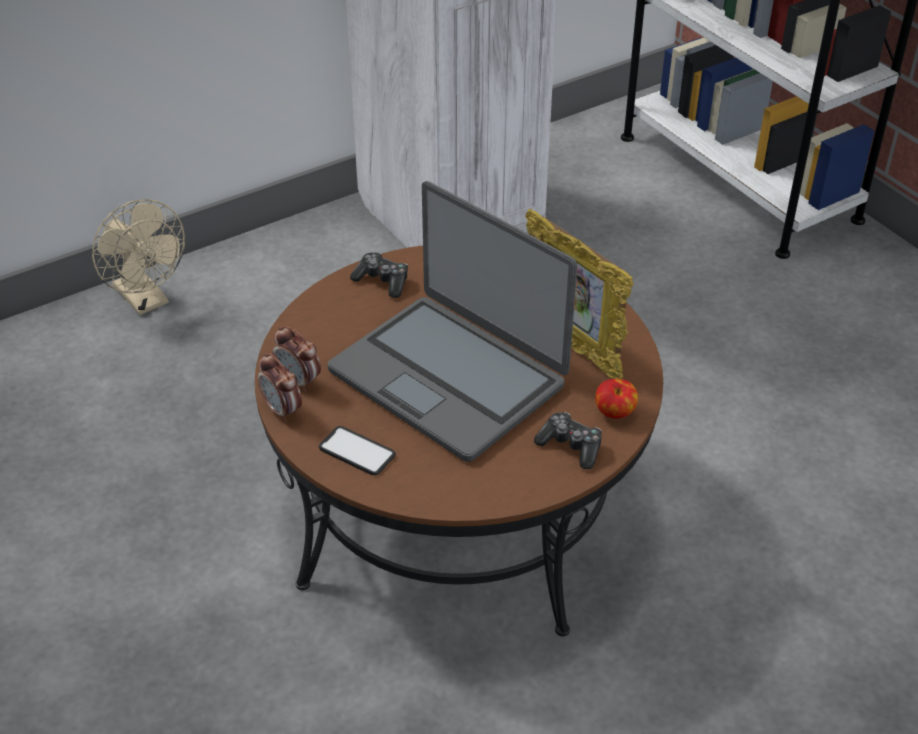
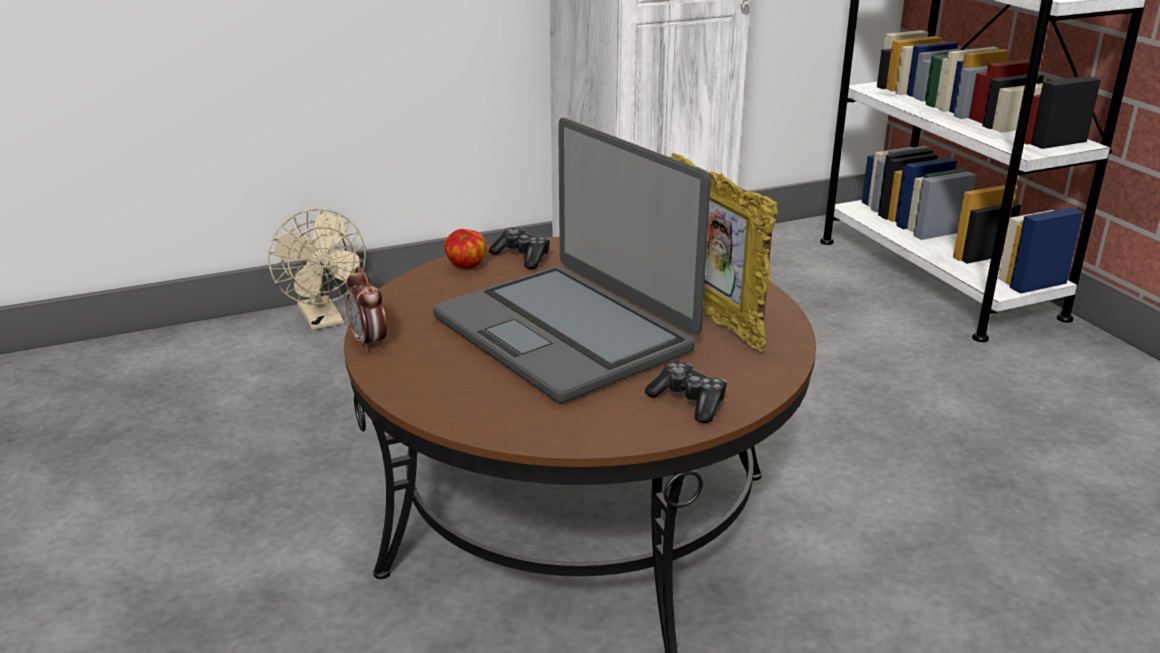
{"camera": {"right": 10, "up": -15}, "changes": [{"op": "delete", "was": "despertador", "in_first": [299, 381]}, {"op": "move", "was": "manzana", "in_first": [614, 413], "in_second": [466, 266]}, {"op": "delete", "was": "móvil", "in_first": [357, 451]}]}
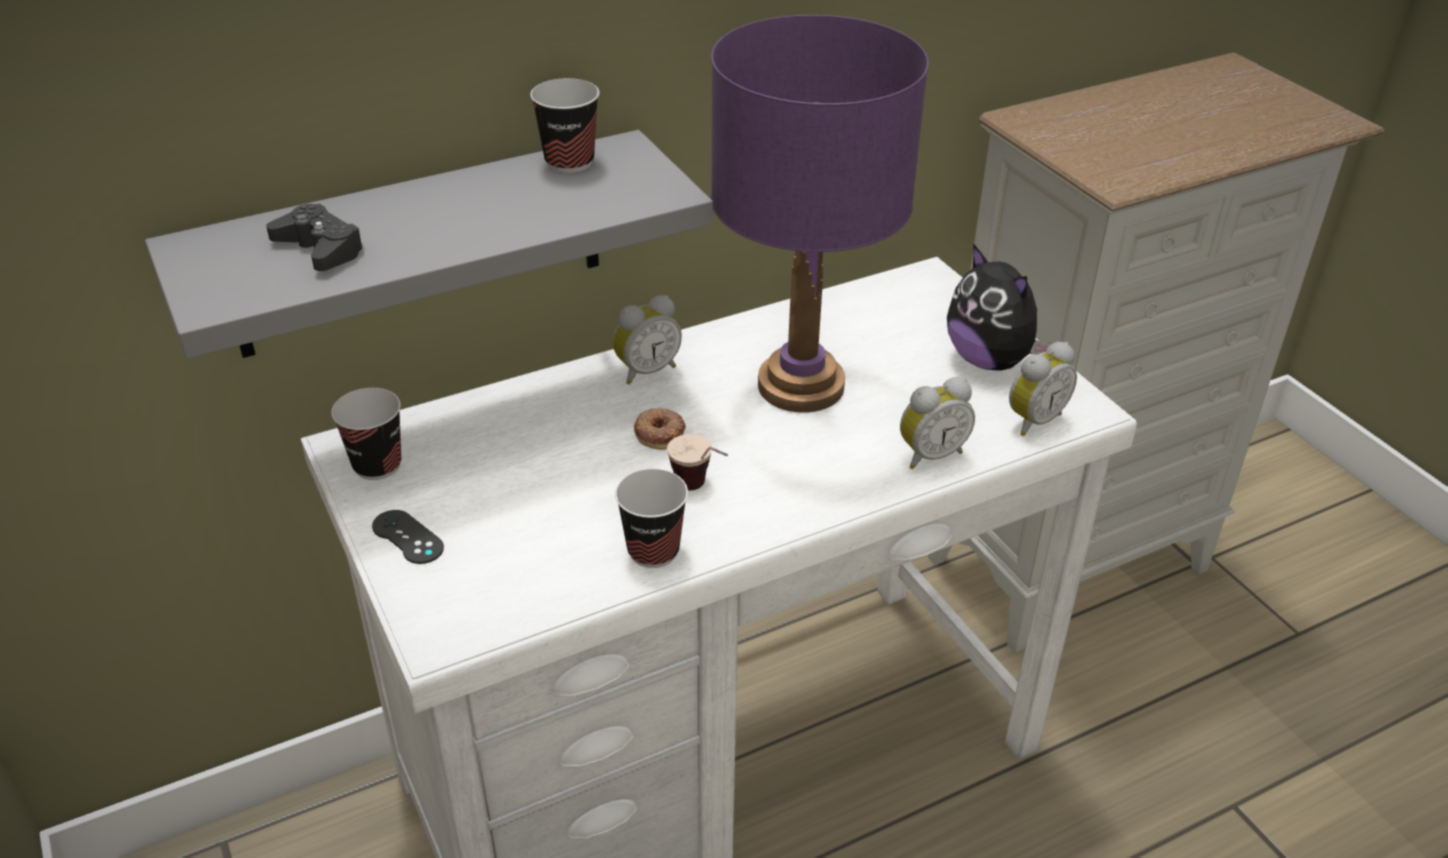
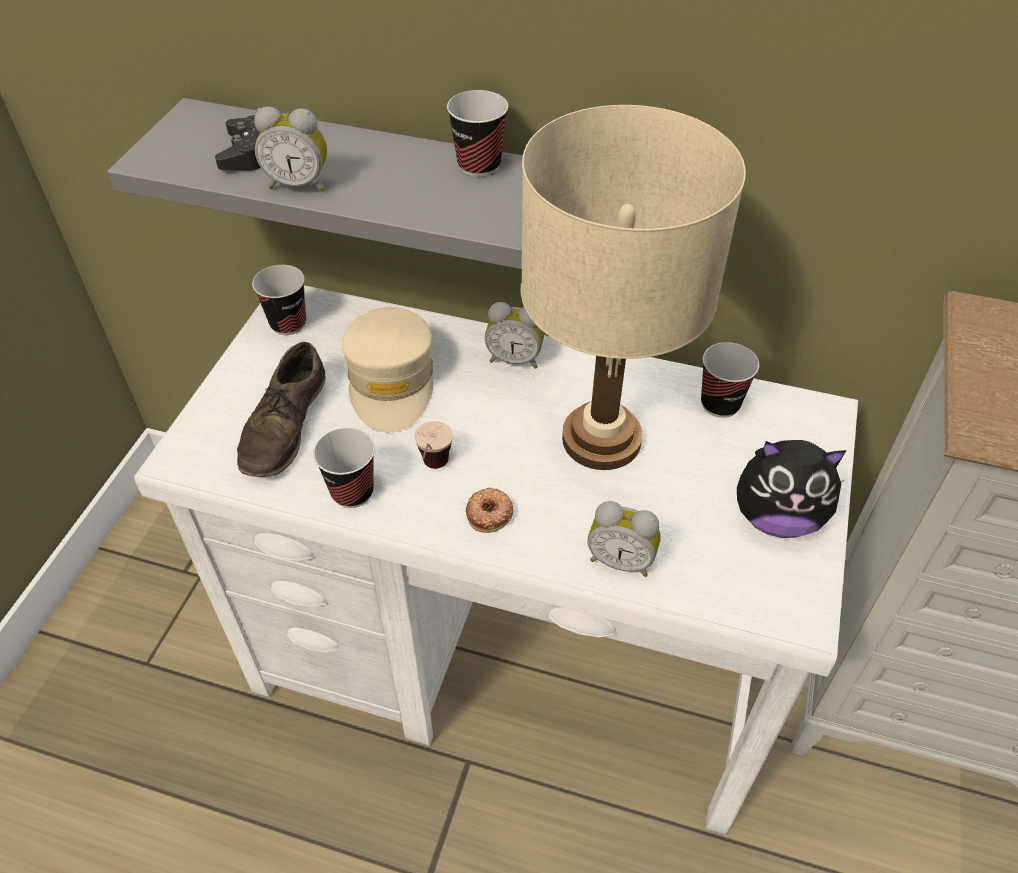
{"camera": {"right": 45, "up": 10}, "changes": [{"op": "recolor", "was": "lámpara de mesa (morado)", "now": "lámpara de mesa (beis)", "in_first": [800, 386], "in_second": [600, 439]}, {"op": "rotate", "was": "peluche", "in_first": [990, 360], "in_second": [776, 517], "clockwise": -90}, {"op": "move", "was": "despertador", "in_first": [1032, 420], "in_second": [299, 184]}, {"op": "move", "was": "rosquilla", "in_first": [660, 433], "in_second": [490, 513]}, {"op": "delete", "was": "mando de consola (negro)", "in_first": [407, 537]}, {"op": "insert", "now": "gorra (beis)", "in_second": [391, 382]}, {"op": "insert", "now": "zapato (marrón)", "in_second": [285, 425]}, {"op": "insert", "now": "taza", "in_second": [720, 404]}]}
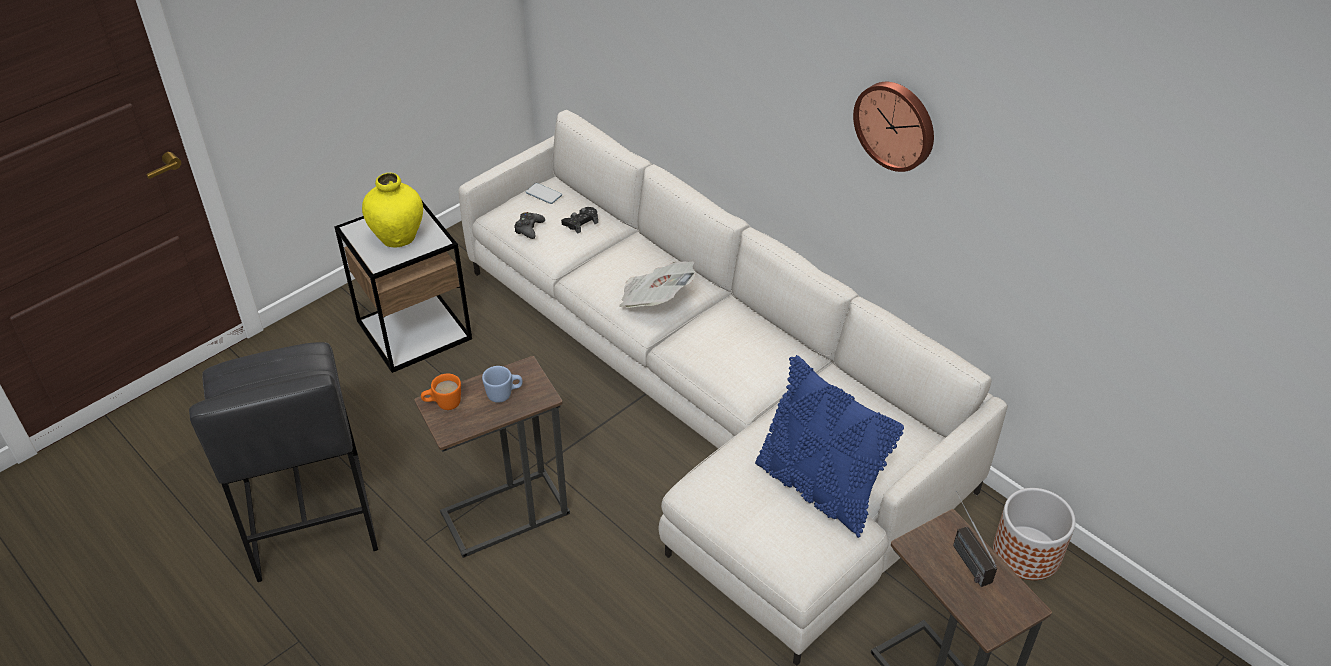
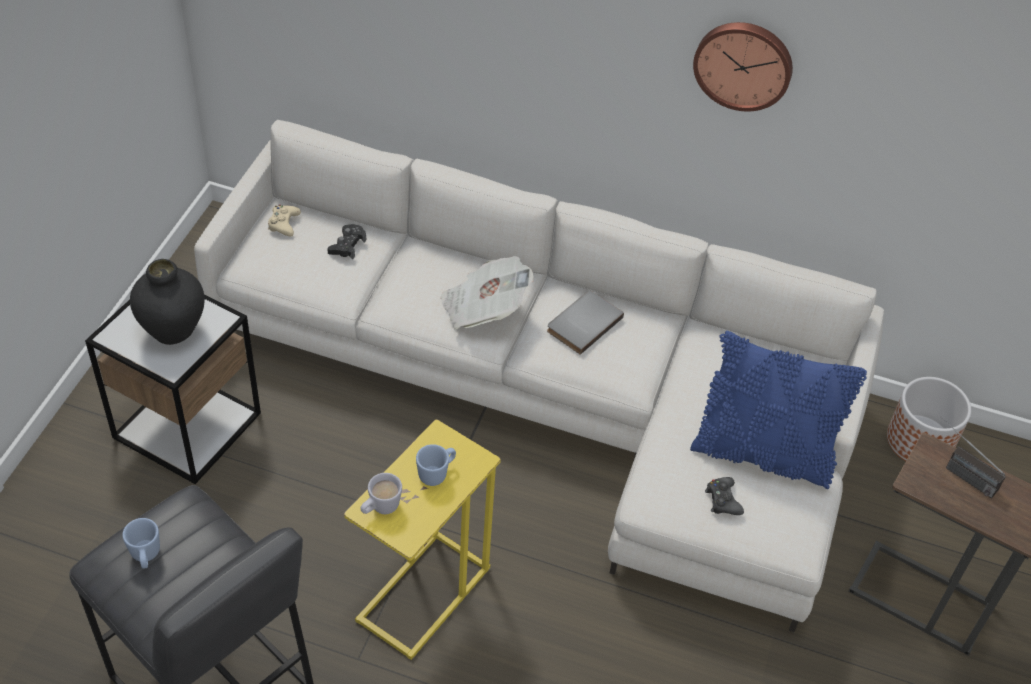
{"camera": {"right": -30, "up": 5}, "changes": [{"op": "recolor", "was": "florero (amarillo)", "now": "florero (negro)", "in_first": [398, 238], "in_second": [174, 331]}, {"op": "replace", "was": "móvil", "now": "mando de consola (beis)", "in_first": [543, 194], "in_second": [284, 224]}, {"op": "move", "was": "mando de consola (negro)", "in_first": [529, 228], "in_second": [722, 500]}, {"op": "recolor", "was": "mesa auxiliar (marrón)", "now": "mesa auxiliar (amarillo)", "in_first": [505, 512], "in_second": [423, 593]}, {"op": "recolor", "was": "taza grande (naranja)", "now": "taza grande (blanco)", "in_first": [443, 404], "in_second": [380, 508]}, {"op": "insert", "now": "libro (gris)", "in_second": [582, 323]}, {"op": "insert", "now": "taza grande (azul)", "in_second": [146, 556]}]}
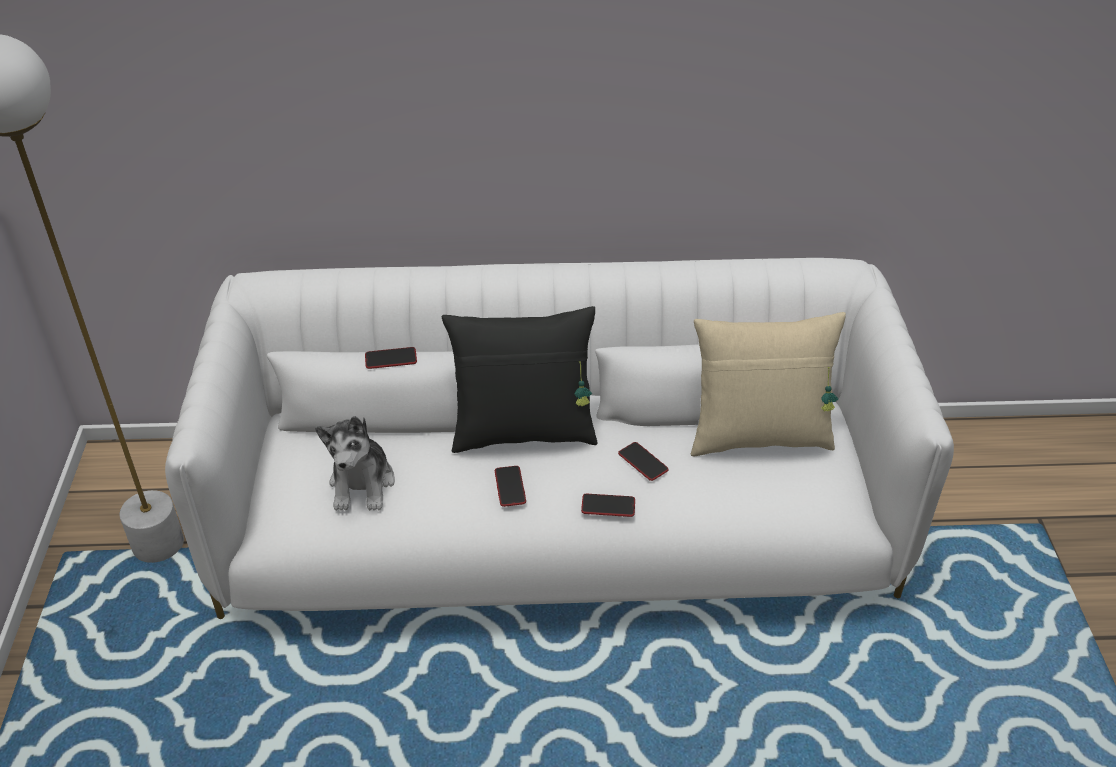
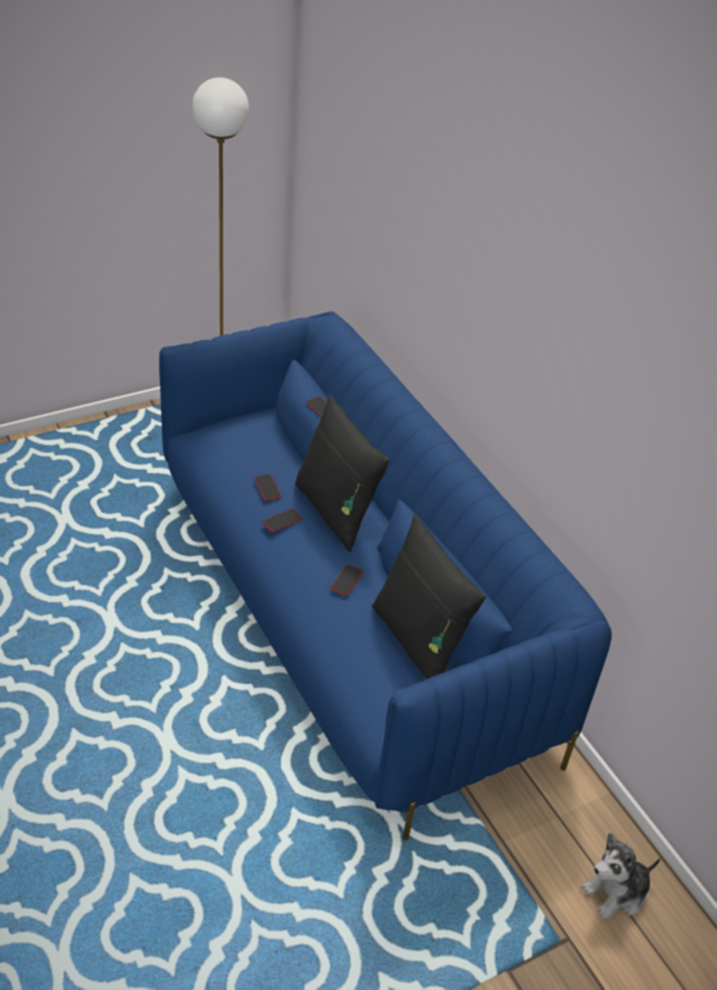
{"camera": {"right": 60, "up": 0}, "changes": [{"op": "recolor", "was": "sofá (blanco)", "now": "sofá (azul)", "in_first": [558, 529], "in_second": [347, 609]}, {"op": "recolor", "was": "cojín (beis)", "now": "cojín (negro)", "in_first": [758, 438], "in_second": [417, 641]}, {"op": "move", "was": "peluche", "in_first": [362, 484], "in_second": [616, 892]}, {"op": "move", "was": "móvil", "in_first": [608, 506], "in_second": [267, 488]}]}
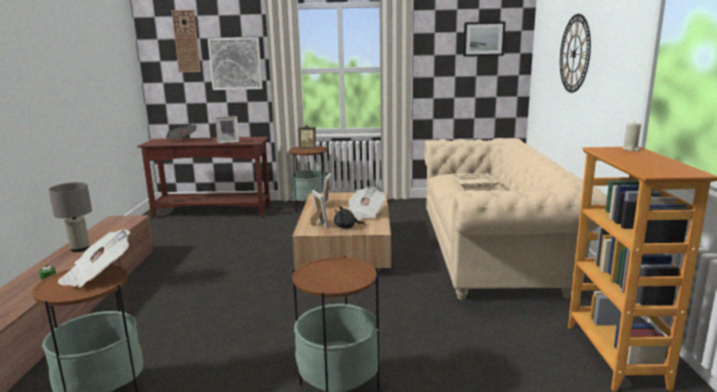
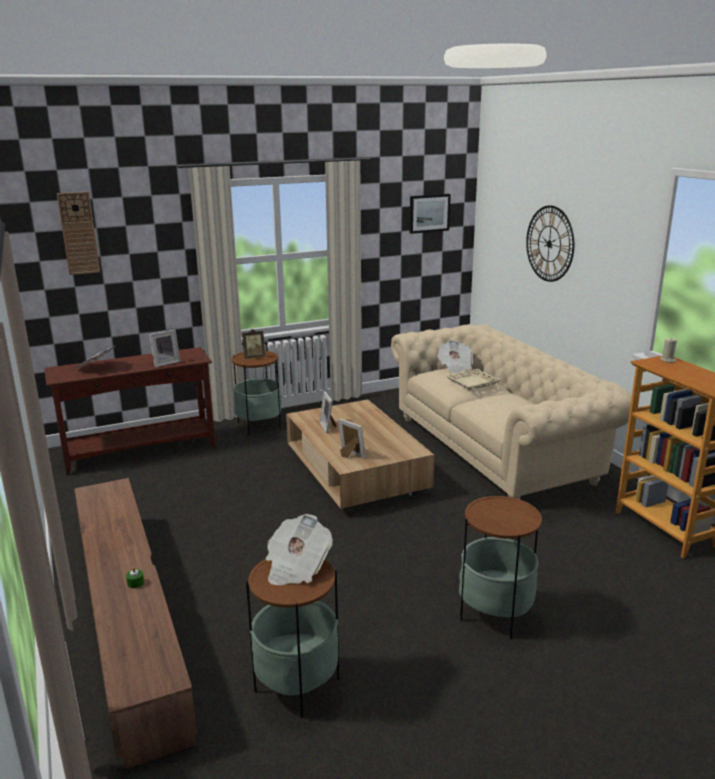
{"camera": {"right": -25, "up": 5}, "changes": [{"op": "delete", "was": "cuadro", "in_first": [235, 64]}, {"op": "delete", "was": "lámpara de mesa (gris)", "in_first": [80, 249]}, {"op": "move", "was": "periódico", "in_first": [365, 214], "in_second": [455, 366]}, {"op": "delete", "was": "peluche (negro)", "in_first": [347, 227]}]}
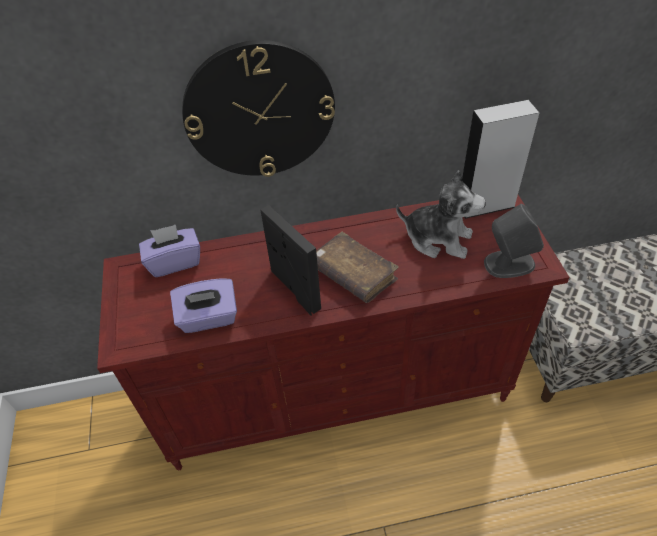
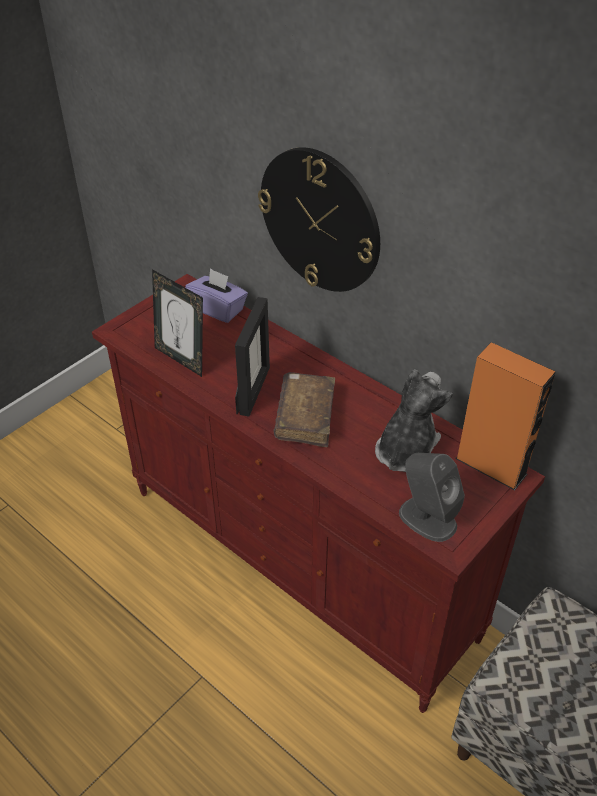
{"camera": {"right": 50, "up": -5}, "changes": [{"op": "recolor", "was": "altavoz (gris)", "now": "altavoz (naranja)", "in_first": [486, 205], "in_second": [491, 466]}, {"op": "rotate", "was": "peluche", "in_first": [438, 239], "in_second": [406, 452], "clockwise": -135}, {"op": "replace", "was": "caja de pañuelos (morado)", "now": "portarretratos", "in_first": [209, 318], "in_second": [182, 359]}]}
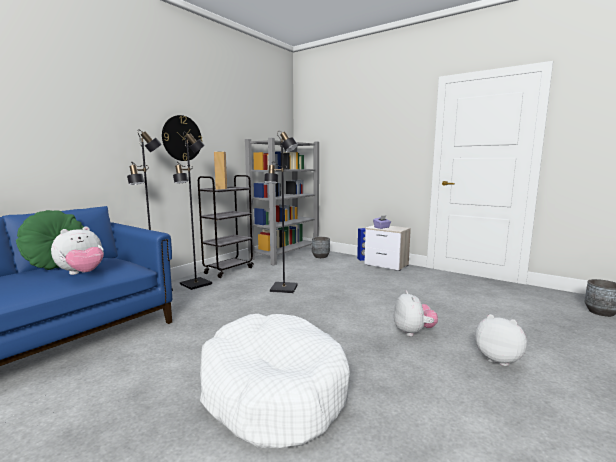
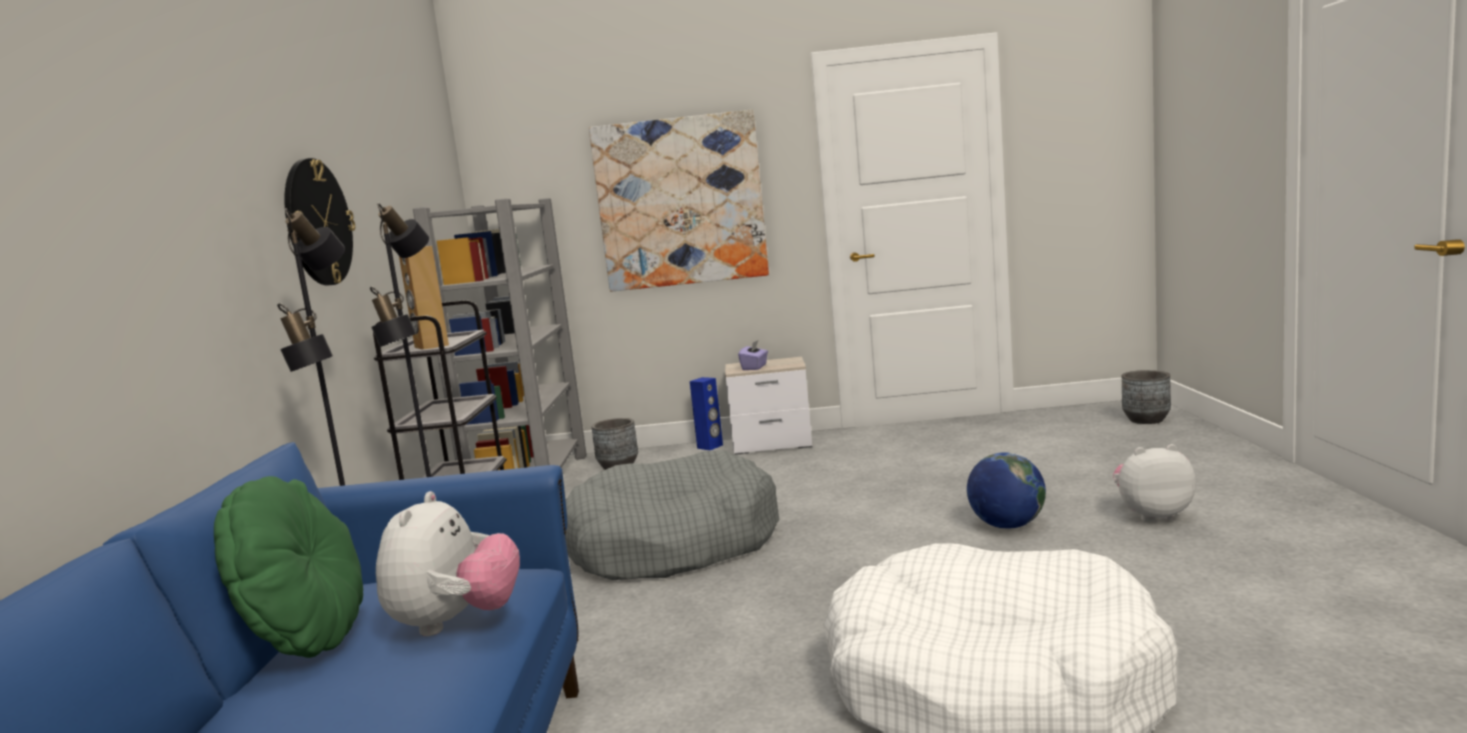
{"camera": {"right": -35, "up": 0}, "changes": [{"op": "replace", "was": "lámpara de pie (negro)", "now": "cama para perro (gris)", "in_first": [283, 288], "in_second": [672, 543]}, {"op": "replace", "was": "peluche", "now": "globo terráqueo", "in_first": [413, 332], "in_second": [1007, 525]}, {"op": "insert", "now": "cuadro", "in_second": [680, 202]}]}
